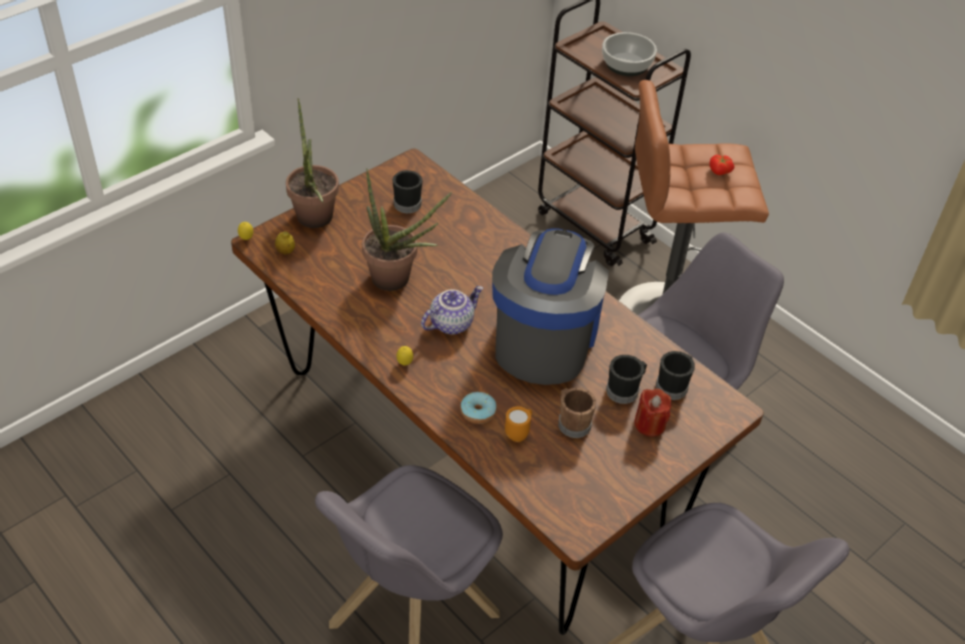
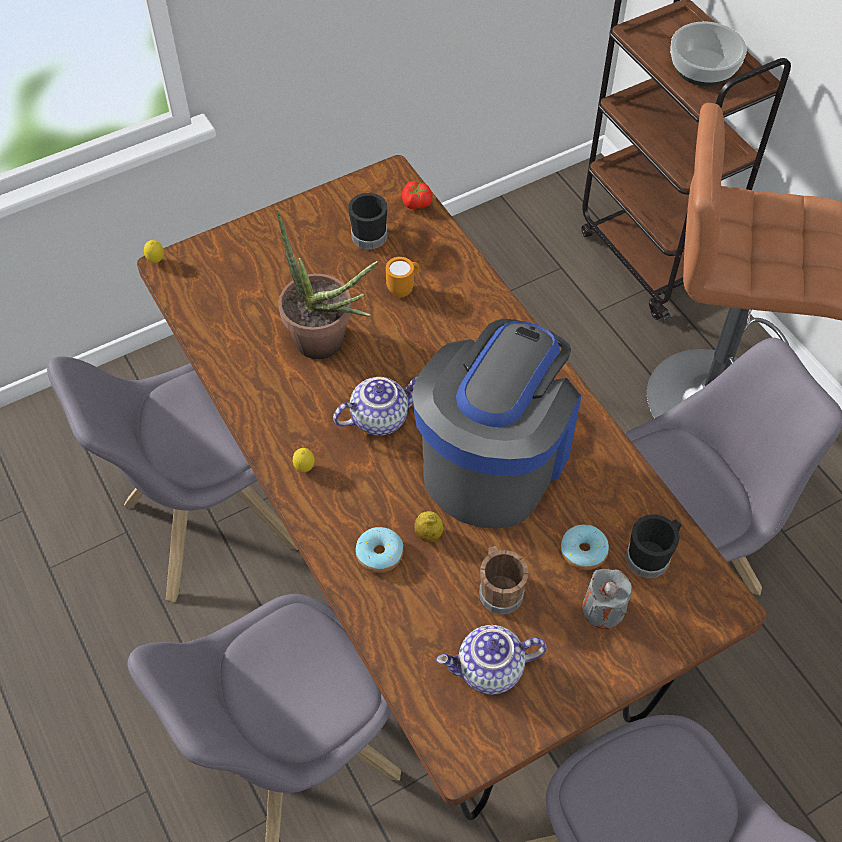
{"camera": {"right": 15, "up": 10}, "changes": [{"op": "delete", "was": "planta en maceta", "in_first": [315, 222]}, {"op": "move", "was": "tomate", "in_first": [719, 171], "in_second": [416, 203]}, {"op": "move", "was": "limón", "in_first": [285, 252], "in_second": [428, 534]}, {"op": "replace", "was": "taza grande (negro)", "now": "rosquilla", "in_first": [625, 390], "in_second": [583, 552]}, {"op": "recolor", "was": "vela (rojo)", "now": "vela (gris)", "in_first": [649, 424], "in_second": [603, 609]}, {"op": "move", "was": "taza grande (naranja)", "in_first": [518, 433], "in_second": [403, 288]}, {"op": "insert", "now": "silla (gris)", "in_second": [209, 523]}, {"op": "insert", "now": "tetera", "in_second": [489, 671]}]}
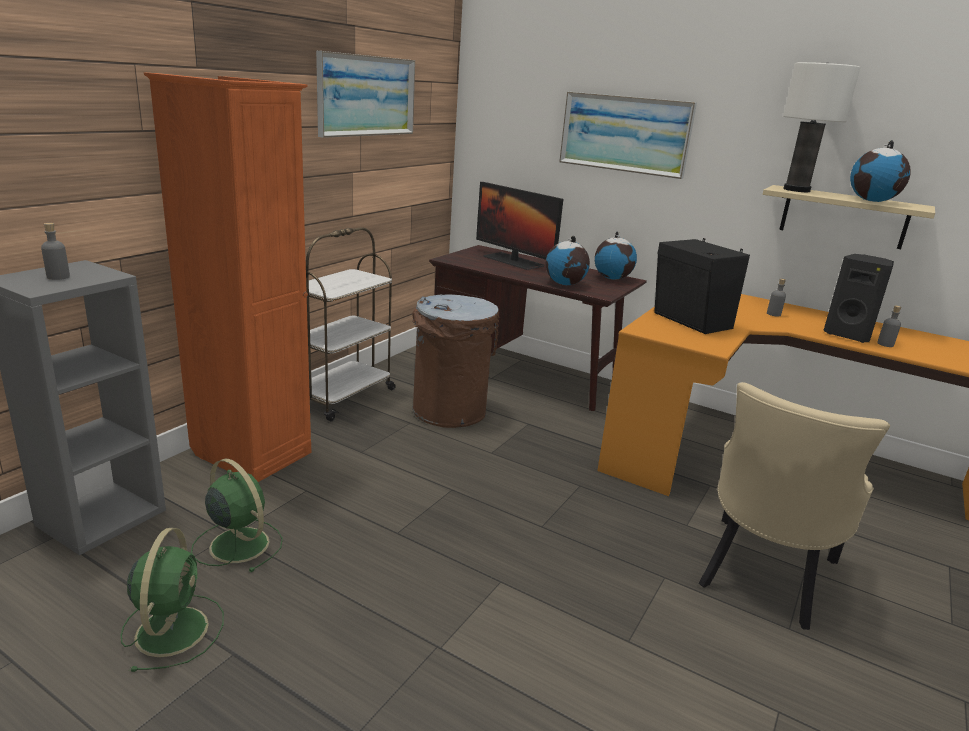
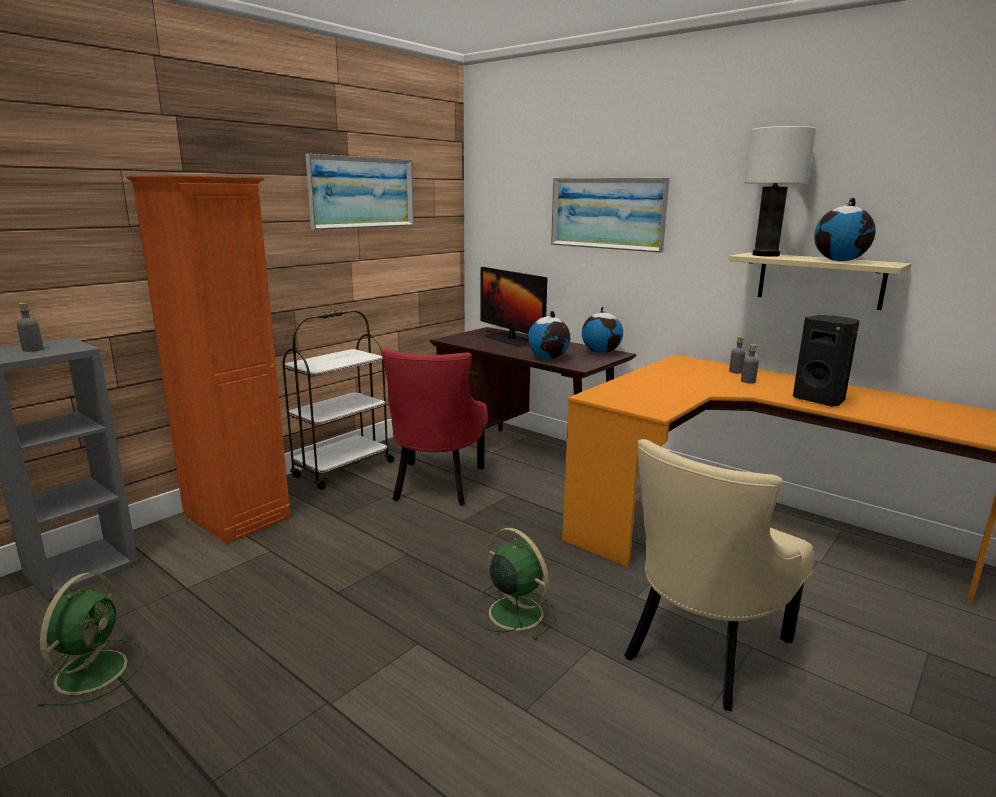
{"camera": {"right": 10, "up": -5}, "changes": [{"op": "delete", "was": "altavoz (negro)", "in_first": [691, 321]}, {"op": "replace", "was": "papelera (marrón)", "now": "silla (rojo)", "in_first": [450, 412], "in_second": [437, 482]}, {"op": "move", "was": "botella (gris)", "in_first": [885, 344], "in_second": [736, 371]}, {"op": "move", "was": "ventilador (verde)", "in_first": [238, 544], "in_second": [514, 612]}]}
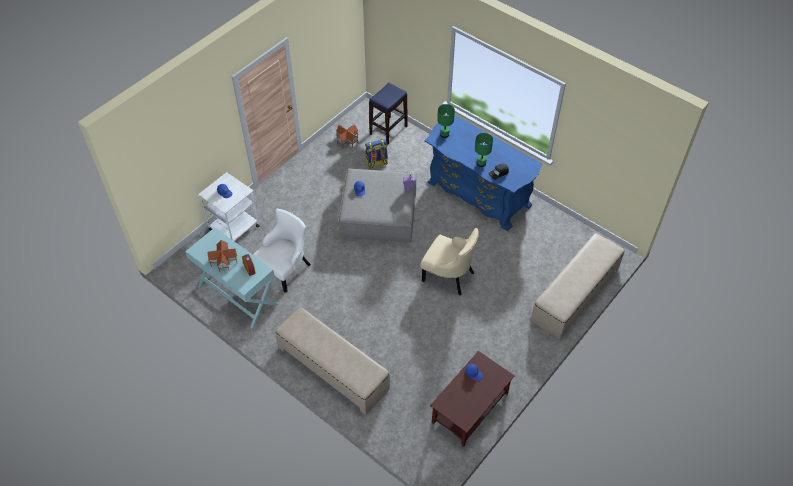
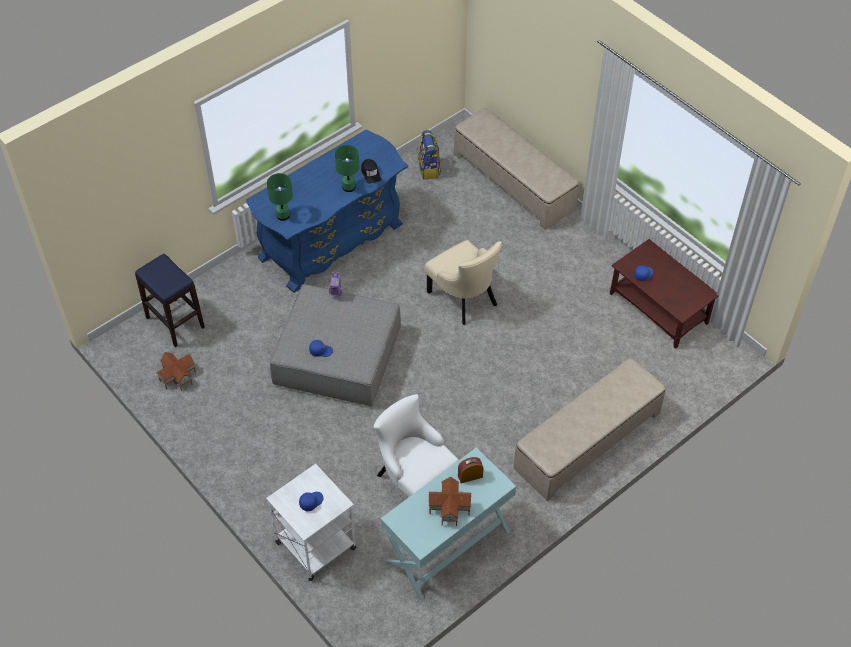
{"camera": {"right": -80, "up": 0}, "changes": [{"op": "move", "was": "mochila", "in_first": [376, 163], "in_second": [429, 169]}, {"op": "rotate", "was": "silla (beis)", "in_first": [447, 276], "in_second": [462, 297], "clockwise": 105}]}
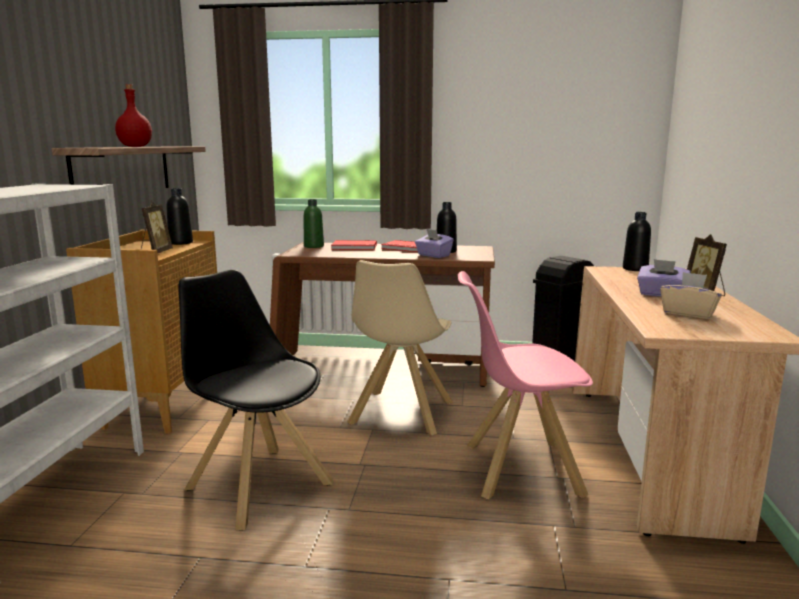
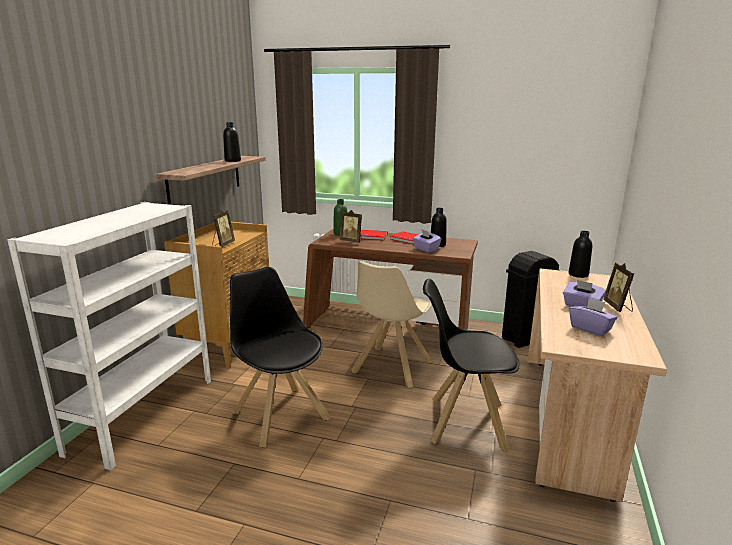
{"camera": {"right": 10, "up": 5}, "changes": [{"op": "delete", "was": "botella (rojo)", "in_first": [135, 146]}, {"op": "move", "was": "botella (negro)", "in_first": [180, 243], "in_second": [232, 160]}, {"op": "recolor", "was": "silla (rosa)", "now": "silla (negro)", "in_first": [518, 469], "in_second": [464, 422]}, {"op": "recolor", "was": "caja de pañuelos (beis)", "now": "caja de pañuelos (morado)", "in_first": [688, 313], "in_second": [590, 329]}, {"op": "insert", "now": "portarretratos", "in_second": [352, 241]}]}
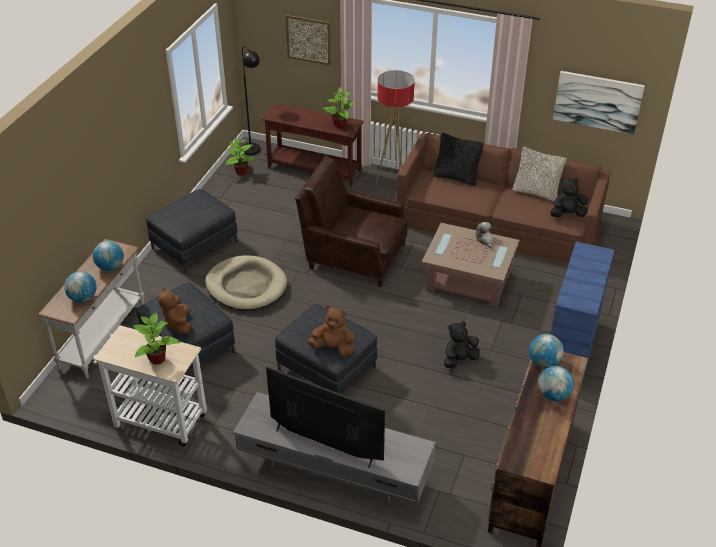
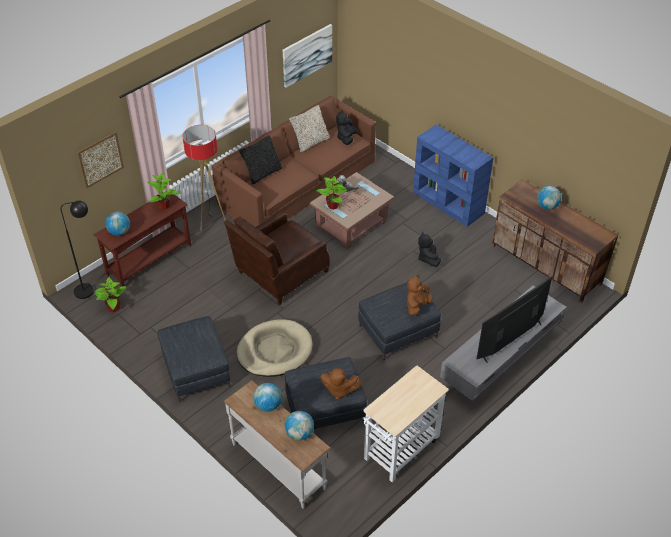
{"camera": {"right": -65, "up": 5}, "changes": [{"op": "move", "was": "planta en maceta", "in_first": [157, 359], "in_second": [333, 206]}, {"op": "move", "was": "globo terráqueo", "in_first": [544, 362], "in_second": [119, 232]}]}
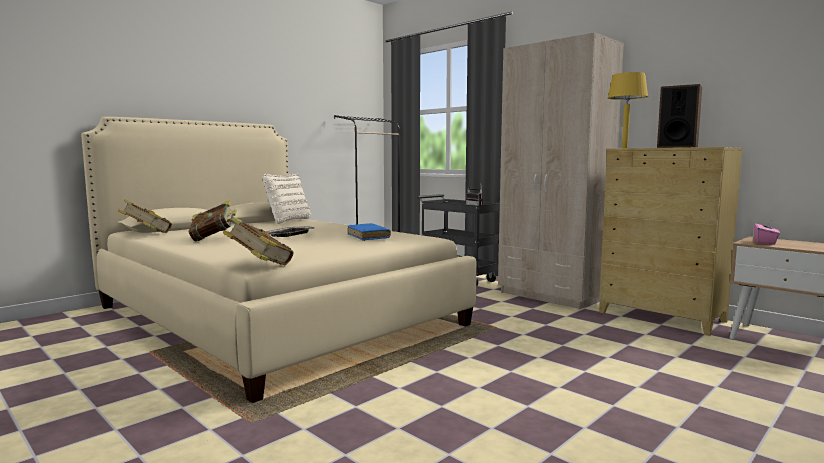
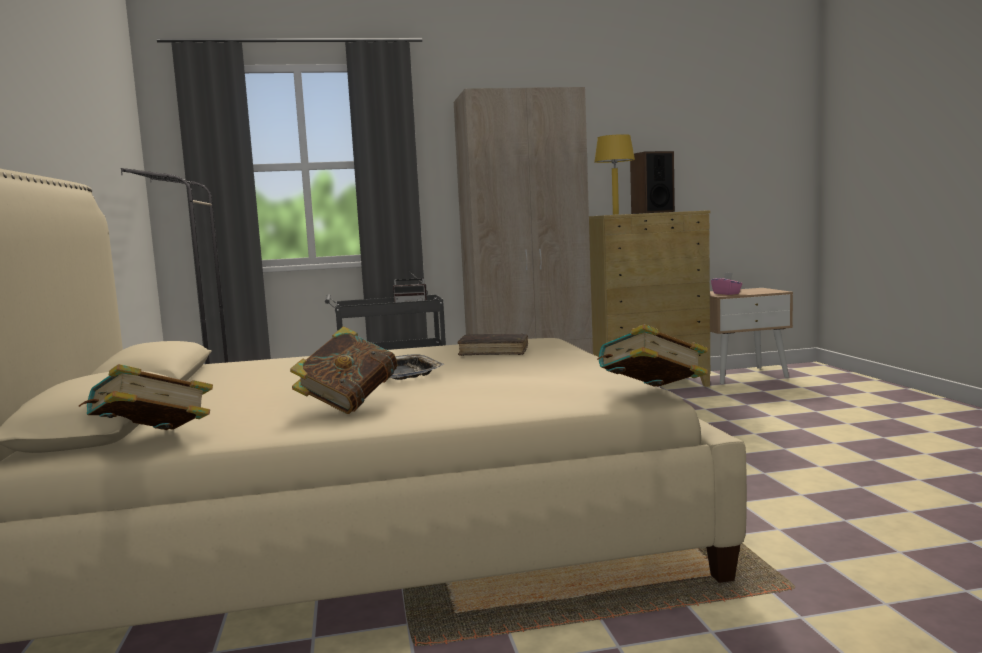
{"camera": {"right": -55, "up": 0}, "changes": [{"op": "delete", "was": "cojín (beis)", "in_first": [288, 221]}, {"op": "recolor", "was": "libro (azul)", "now": "libro (marrón)", "in_first": [368, 237], "in_second": [494, 352]}]}
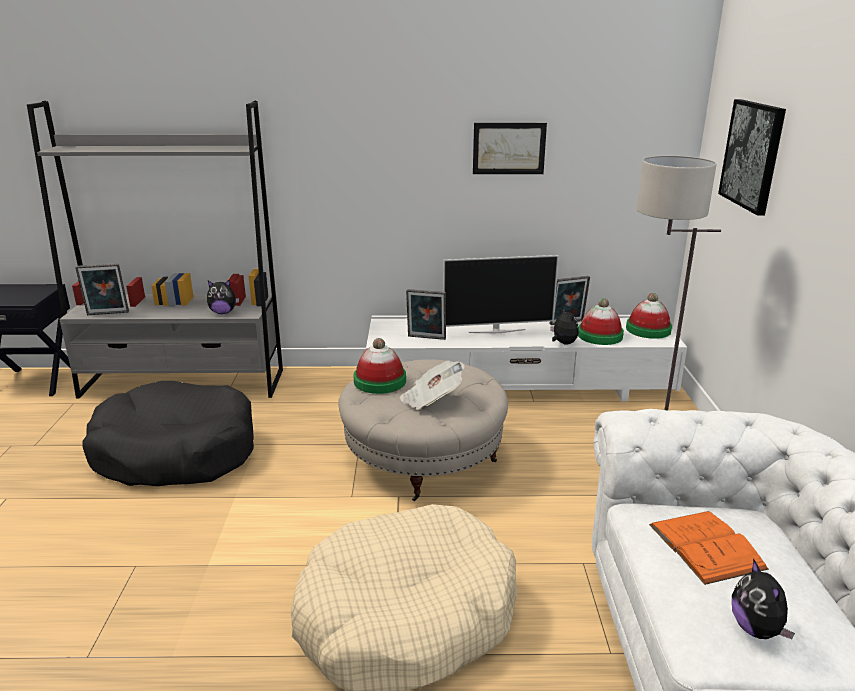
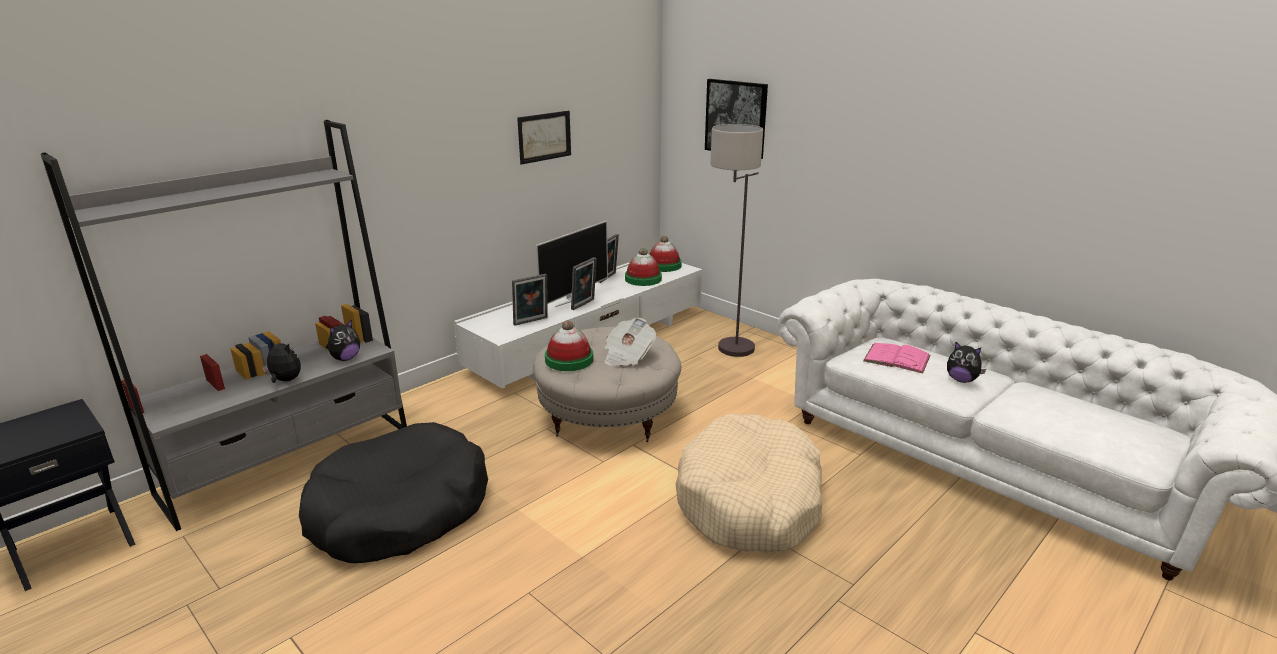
{"camera": {"right": -45, "up": 0}, "changes": [{"op": "move", "was": "portarretratos", "in_first": [107, 314], "in_second": [584, 305]}, {"op": "move", "was": "peluche", "in_first": [563, 343], "in_second": [285, 381]}, {"op": "recolor", "was": "libro (naranja)", "now": "libro (rosa)", "in_first": [706, 546], "in_second": [896, 358]}]}
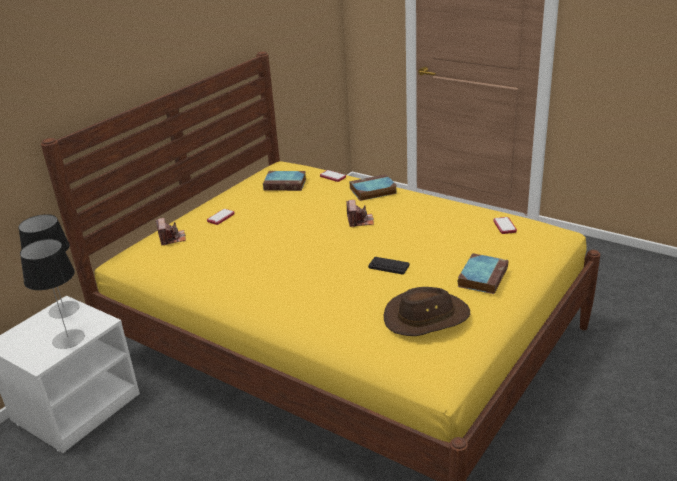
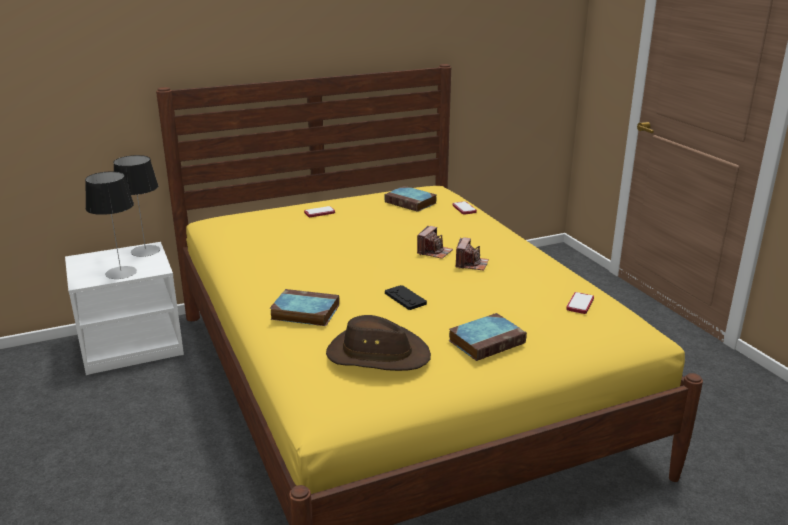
{"camera": {"right": 30, "up": -5}, "changes": [{"op": "move", "was": "libro", "in_first": [372, 191], "in_second": [303, 312]}, {"op": "move", "was": "cámara", "in_first": [172, 238], "in_second": [471, 264]}]}
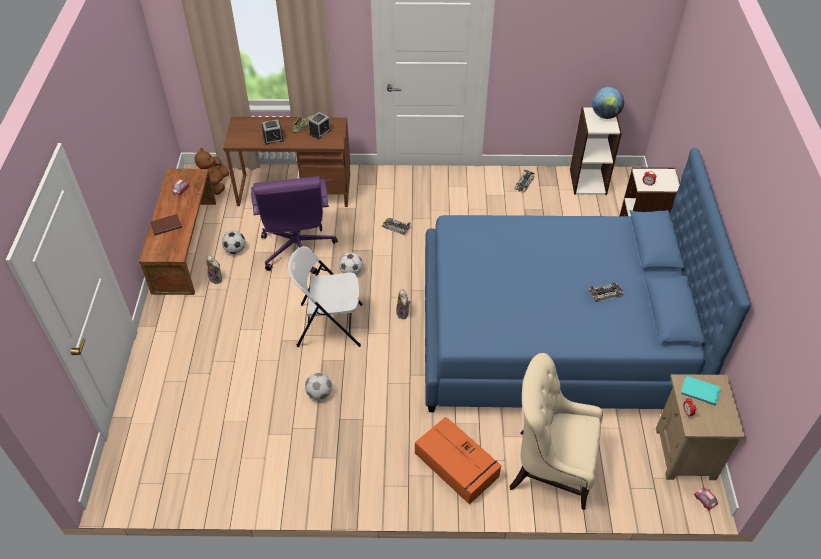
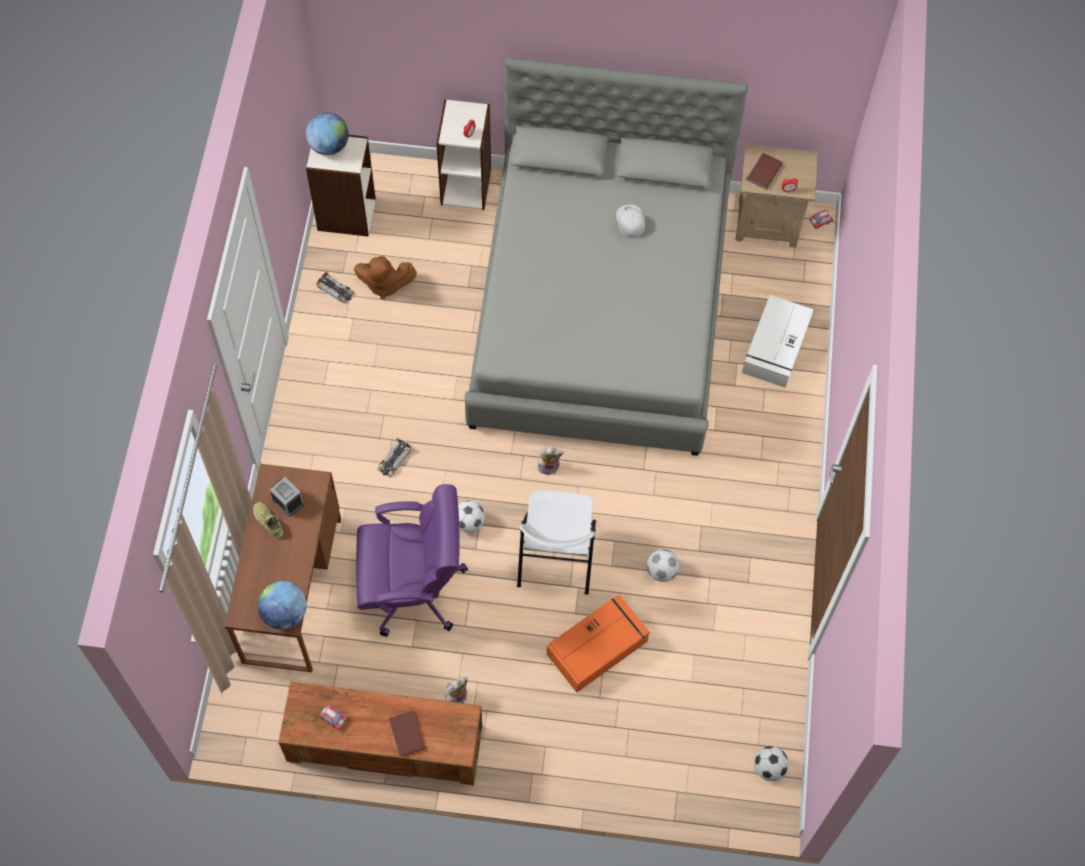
{"camera": {"right": -85, "up": 15}, "changes": [{"op": "delete", "was": "despertador", "in_first": [273, 138]}, {"op": "move", "was": "peluche (marrón)", "in_first": [216, 184], "in_second": [384, 284]}, {"op": "recolor", "was": "cama (azul)", "now": "cama (gris)", "in_first": [552, 334], "in_second": [600, 309]}, {"op": "move", "was": "balón de fútbol", "in_first": [235, 250], "in_second": [769, 768]}, {"op": "replace", "was": "coche de juguete", "now": "gorra (blanco)", "in_first": [606, 293], "in_second": [630, 221]}, {"op": "replace", "was": "silla (beis)", "now": "caja de almacenaje (blanco)", "in_first": [550, 467], "in_second": [775, 348]}, {"op": "recolor", "was": "libro (turquesa)", "now": "libro (marrón)", "in_first": [700, 392], "in_second": [765, 172]}, {"op": "move", "was": "caja de almacenaje (naranja)", "in_first": [457, 466], "in_second": [598, 647]}, {"op": "insert", "now": "globo terráqueo", "in_second": [285, 613]}]}
